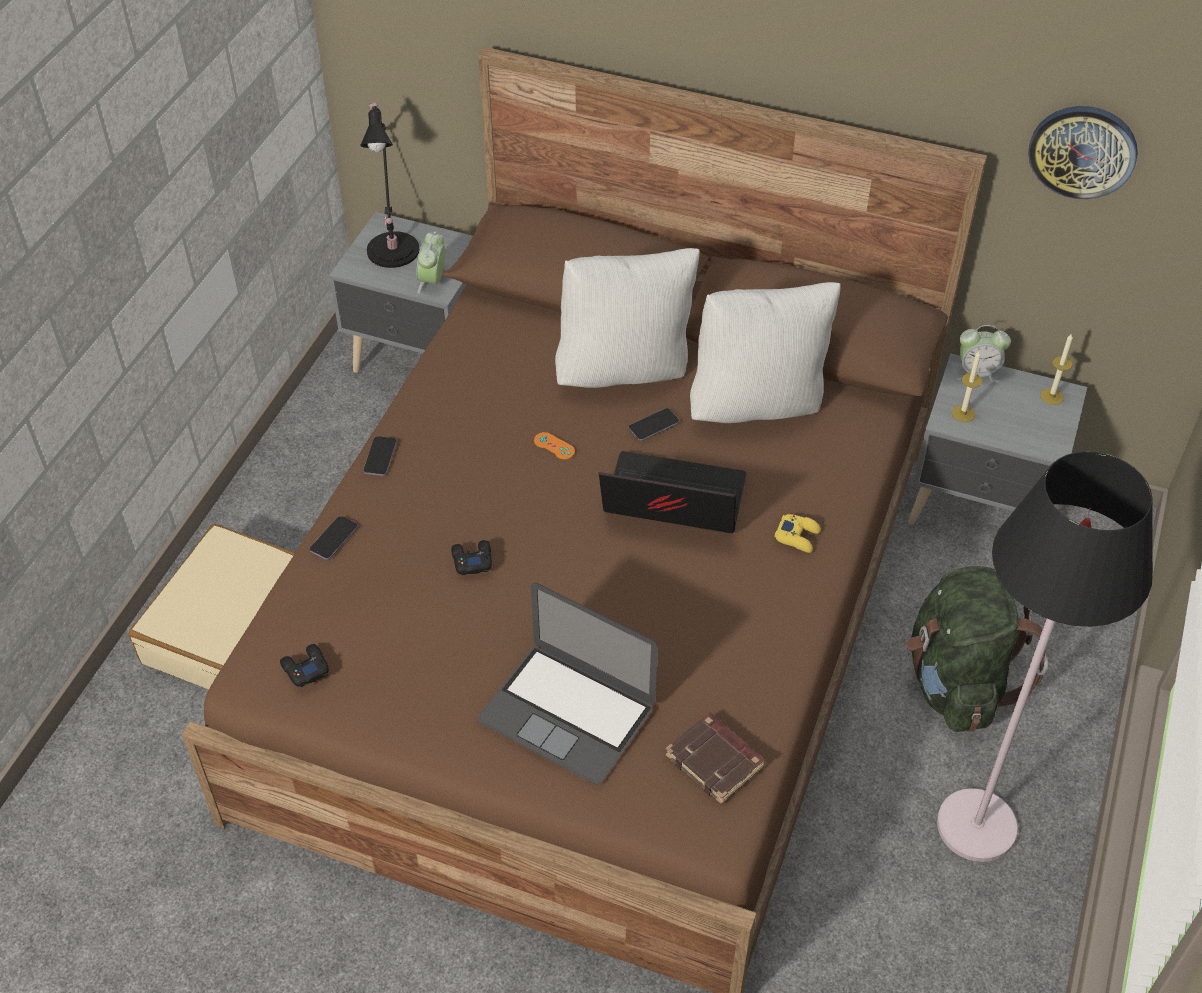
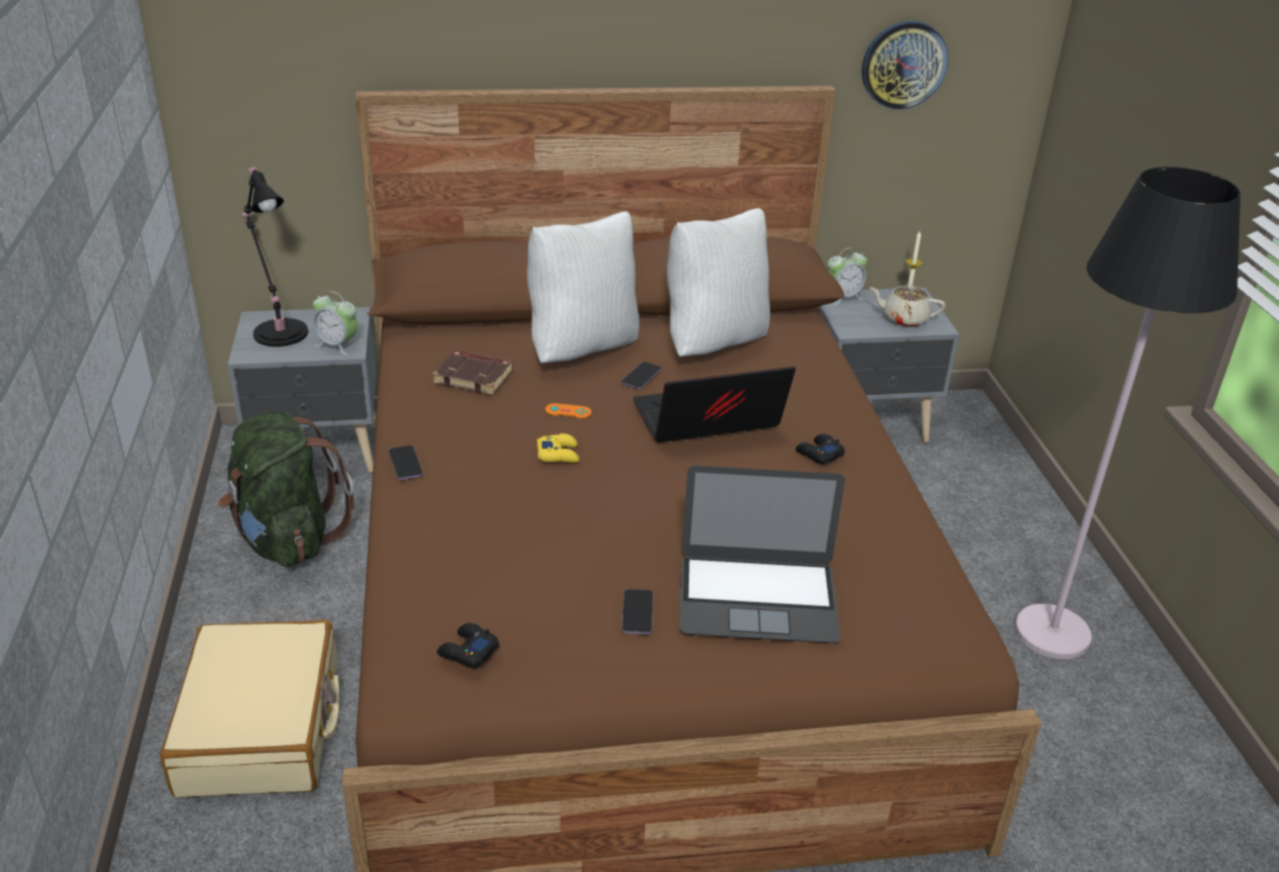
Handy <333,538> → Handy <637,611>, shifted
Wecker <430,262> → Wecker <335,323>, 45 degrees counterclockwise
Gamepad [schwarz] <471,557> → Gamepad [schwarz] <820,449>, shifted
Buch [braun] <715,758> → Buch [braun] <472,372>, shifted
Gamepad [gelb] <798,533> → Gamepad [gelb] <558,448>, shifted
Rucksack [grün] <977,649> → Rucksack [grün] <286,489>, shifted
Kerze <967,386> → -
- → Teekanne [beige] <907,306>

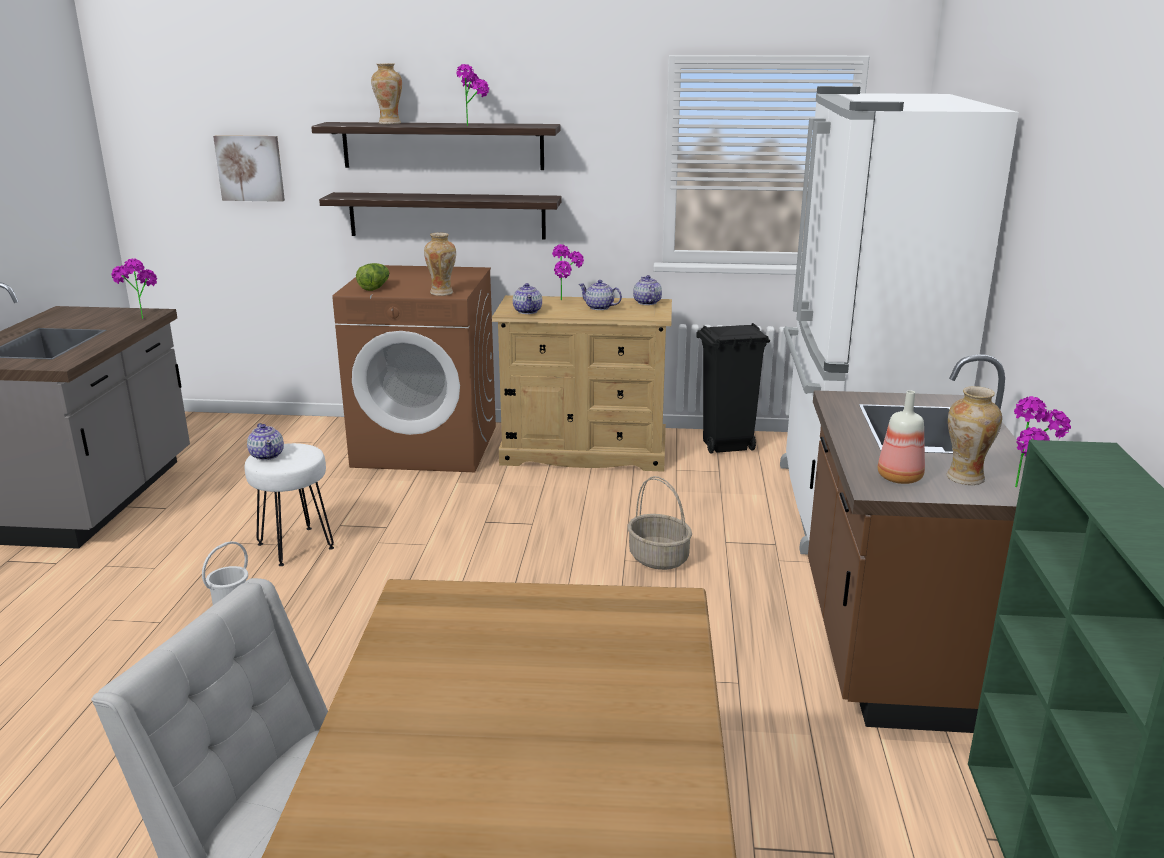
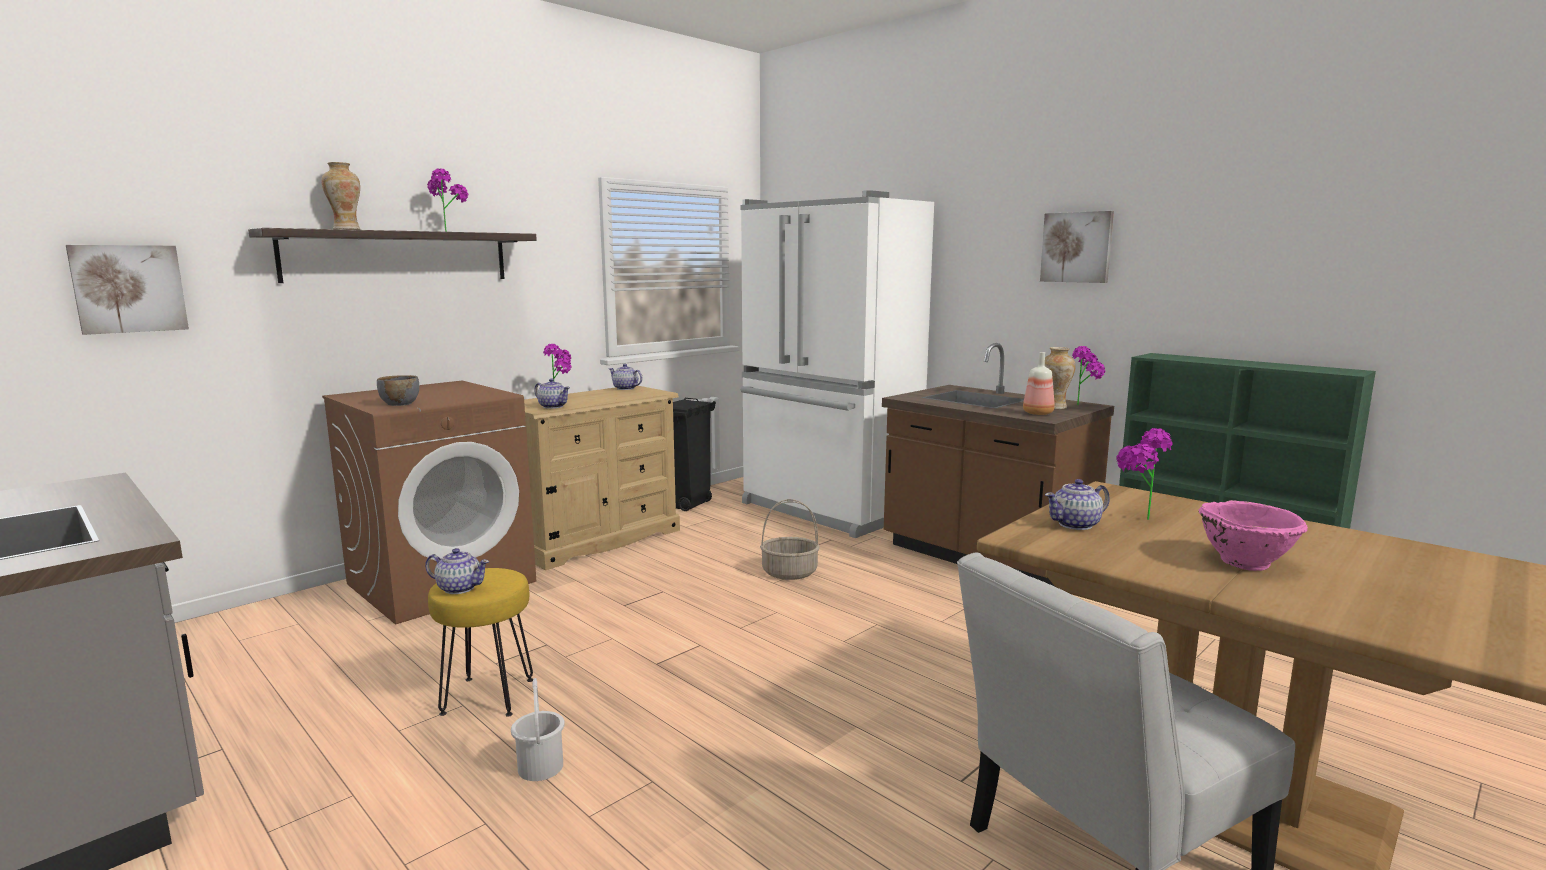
Topfpflanze <134,288> → Topfpflanze <1144,474>, shifted
Hocker [weiß] <289,504> → Hocker [gelb] <480,642>
Wandregal <440,215> → -
Salatkopf <372,277> → Schüssel [grau] <398,390>
Vase <440,264> → -
Teekanne <600,295> → Teekanne <1077,504>, shifted
- → Bild <1077,247>
- → Schüssel [rosa] <1253,535>

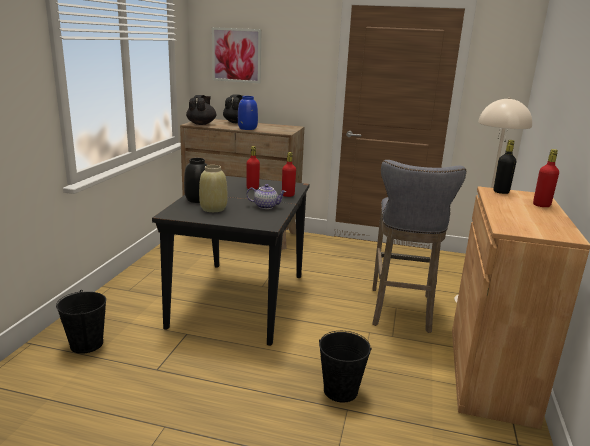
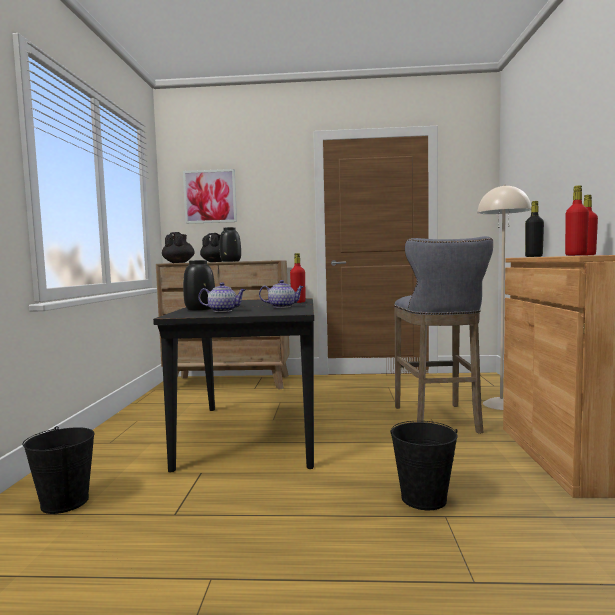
Vase [beige] <213,188> → Teekanne <222,297>
Vase [blau] <248,113> → Vase [schwarz] <230,244>
Flasche [rot] <253,168> → Flasche [rot] <577,220>, shifted

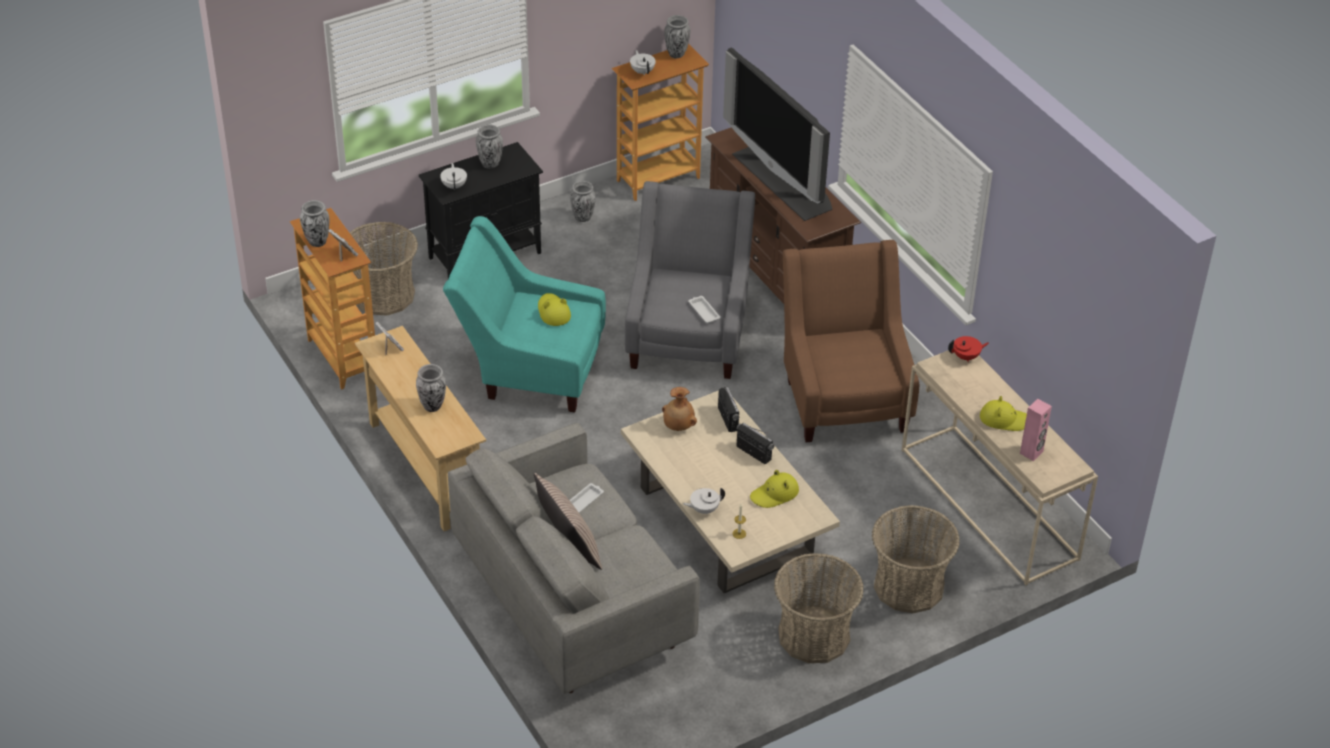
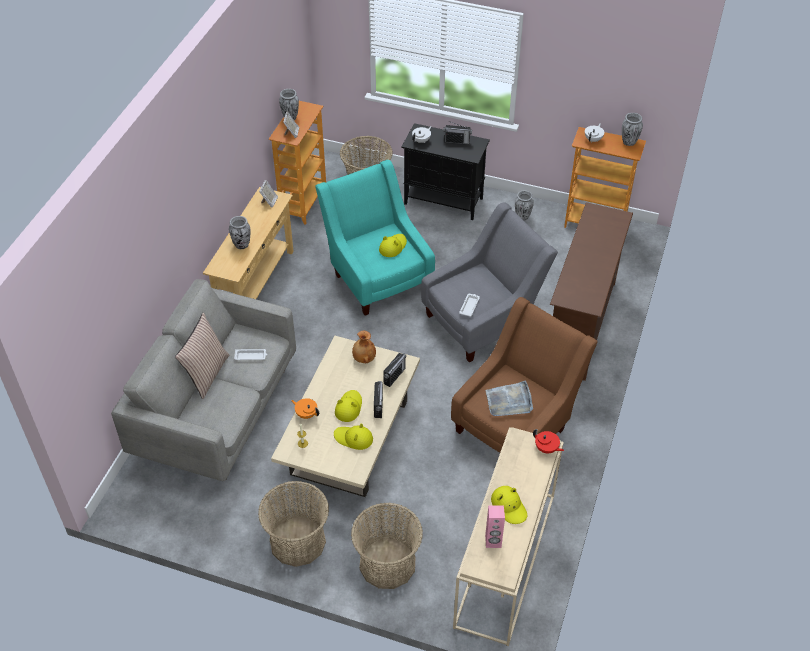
Vase <489,147> → Radio <457,133>
Teekanne [weiß] <704,501> → Teekanne [orange] <305,408>
Fernseher <777,134> → -
- → Hut [gelb] <348,406>
- → Tablett [grau] <509,398>

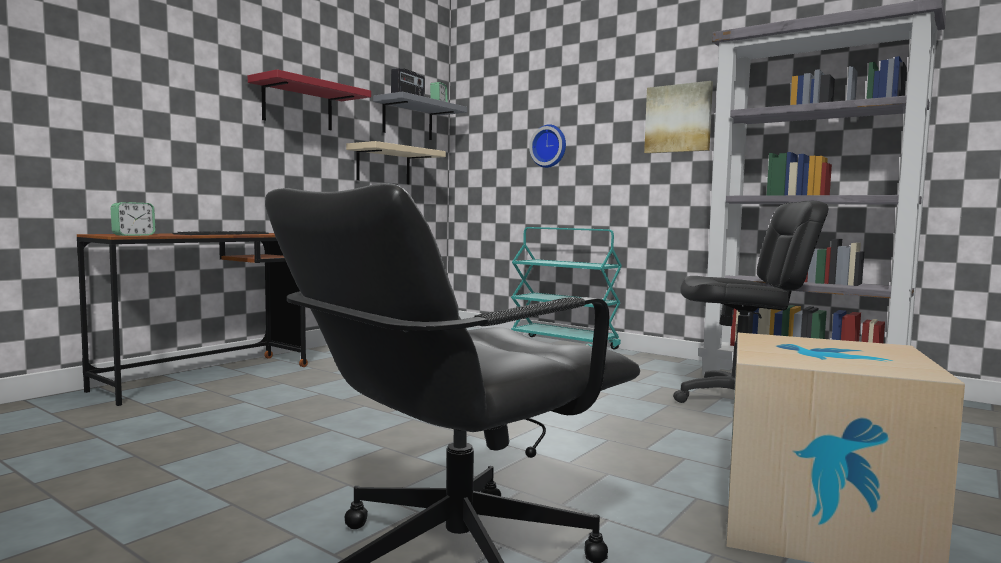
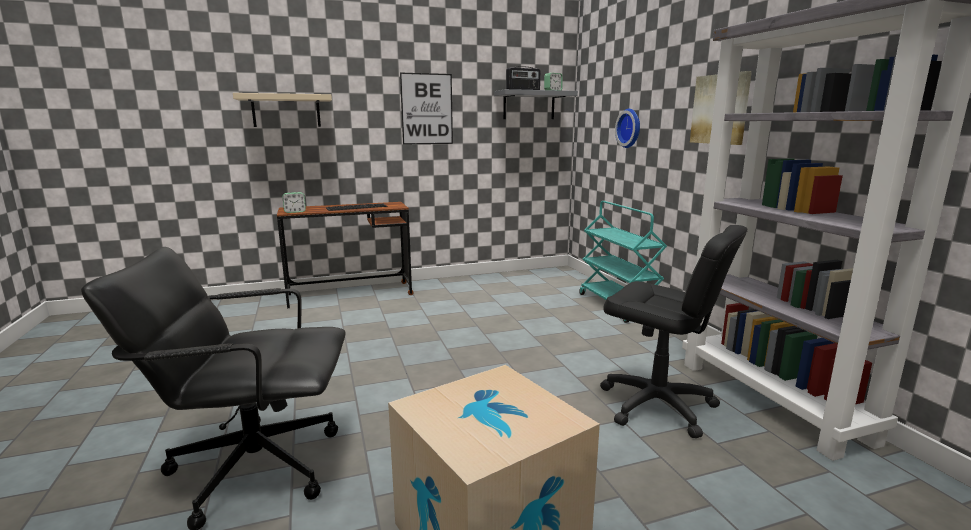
Wandregal [rot] <309,99> → Bild <426,108>
Wandregal [beige] <396,162> → Wandregal [beige] <282,110>, shifted

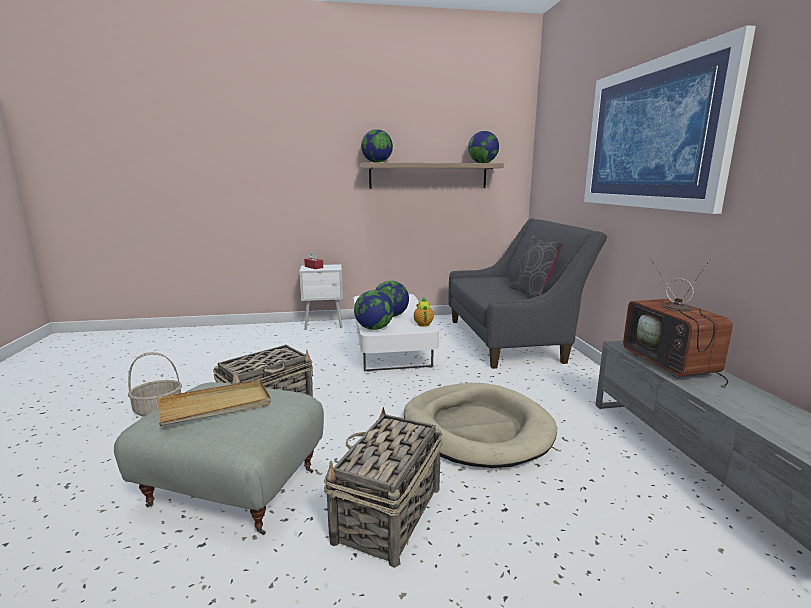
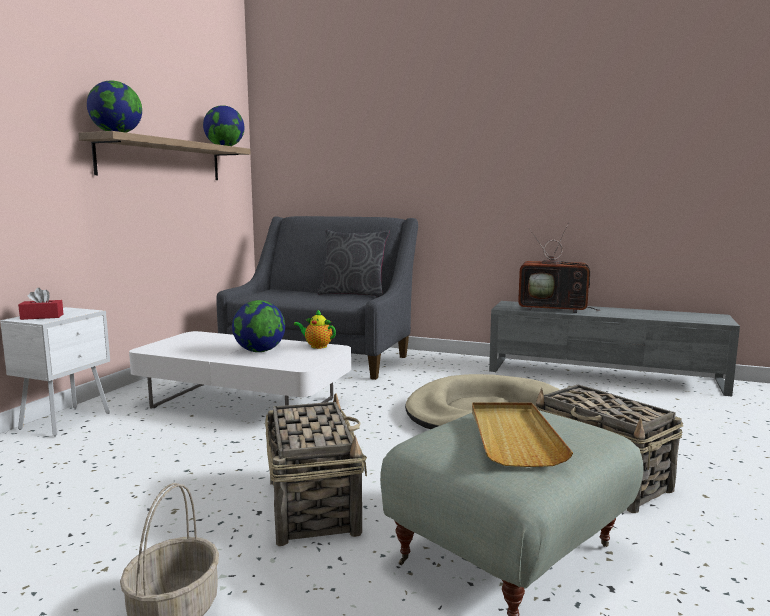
Globus <374,310> → -
Bild <670,119> → -

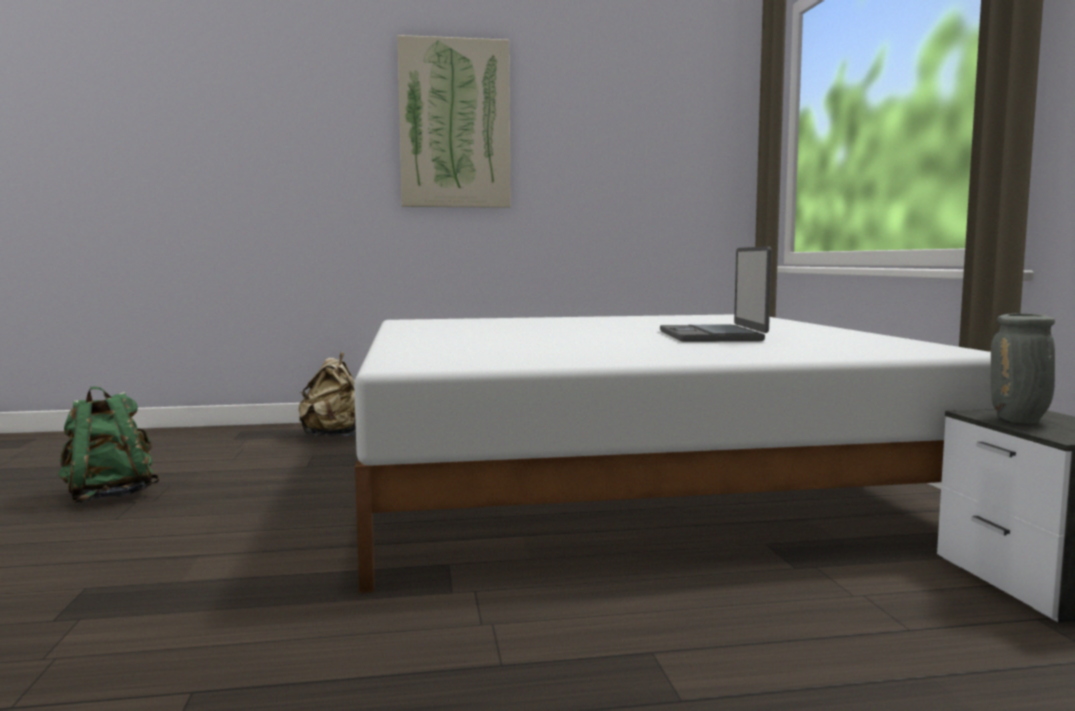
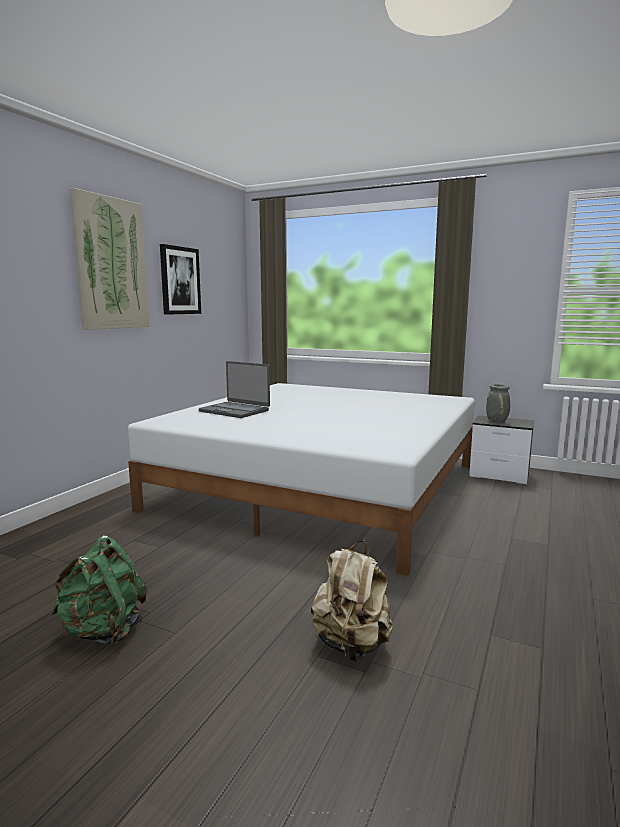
Rucksack [beige] <327,394> → Rucksack [beige] <352,600>, shifted
Laptop <716,294> → Laptop <234,389>, shifted
- → Bild <180,279>

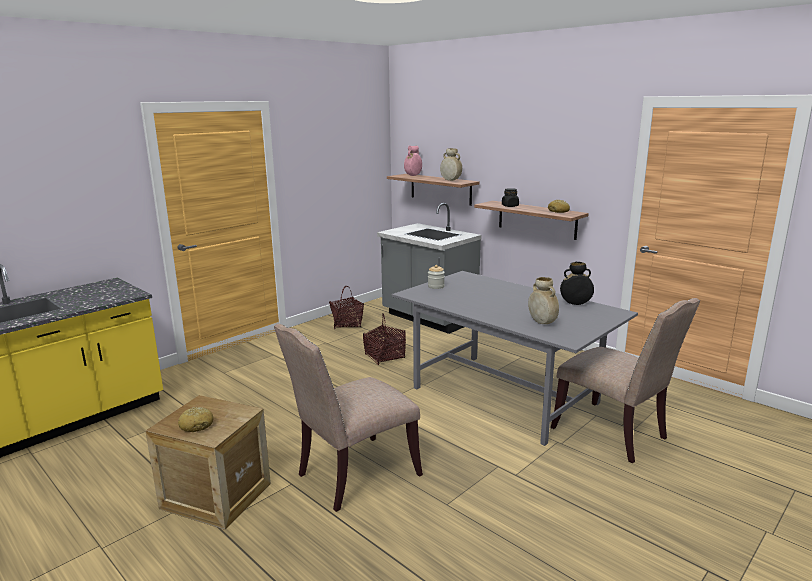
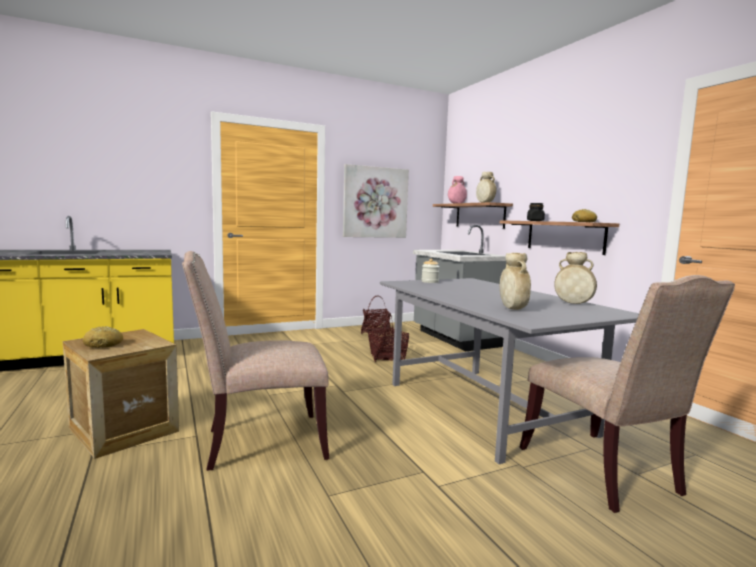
Vase [schwarz] <577,283> → Vase [beige] <575,278>
- → Bild <376,201>

